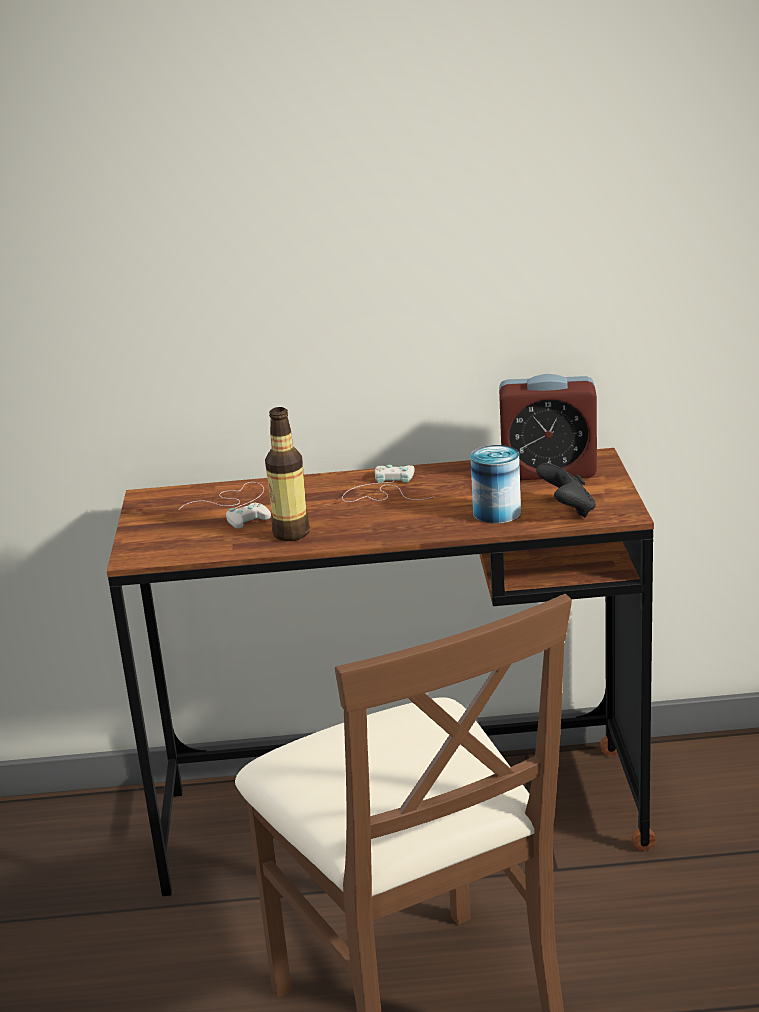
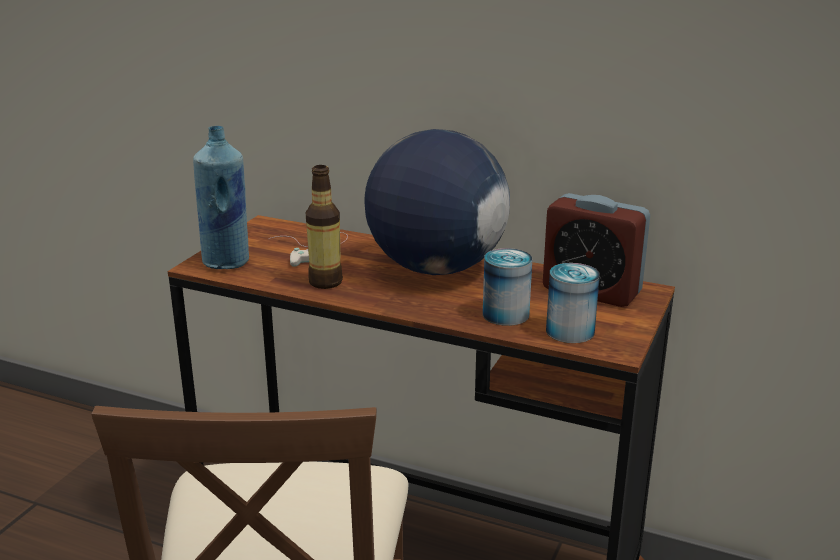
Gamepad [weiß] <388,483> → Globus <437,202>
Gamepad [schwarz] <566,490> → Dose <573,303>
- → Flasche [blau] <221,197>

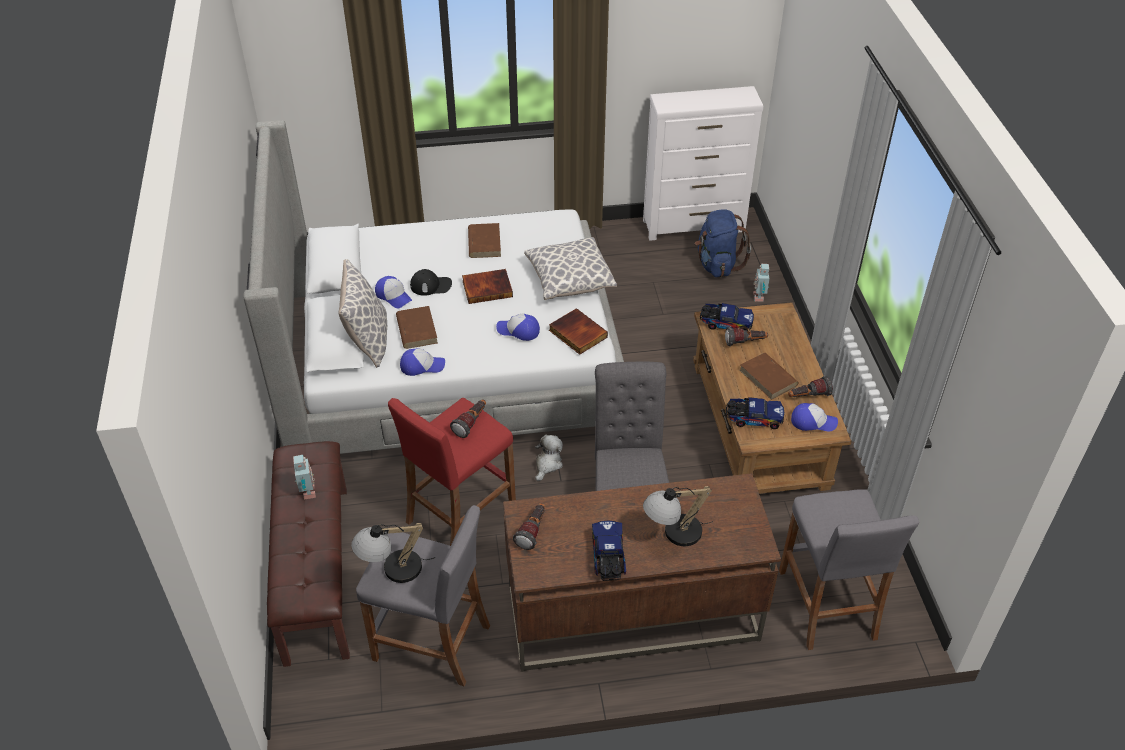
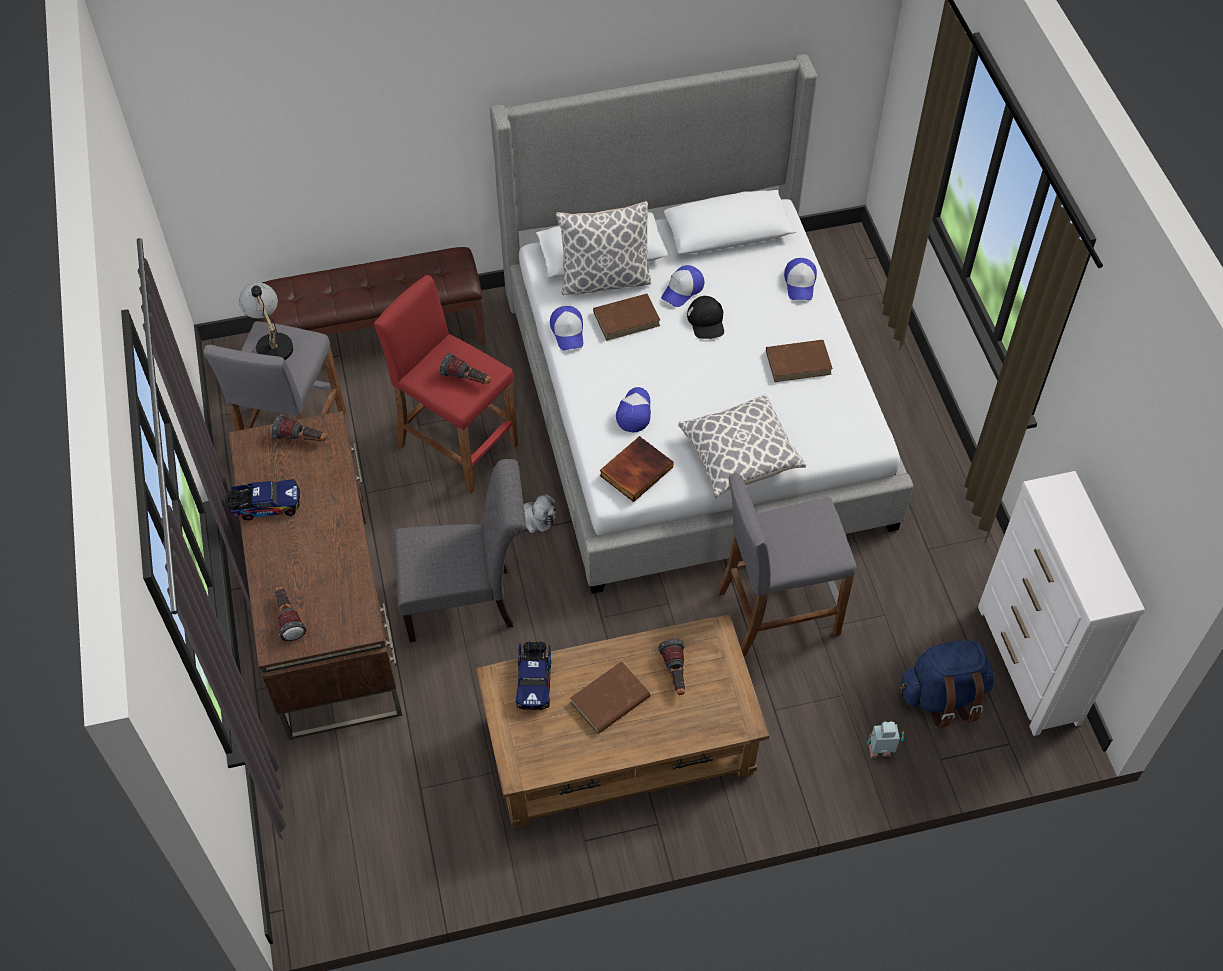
Spielzeugroboter <304,477> → -
Buch <487,286> → -
Tischlampe <678,516> → -
Spielzeuglaster <727,317> → -
Hocker [grau] <849,569> → Hocker [grau] <787,564>, shifted
Taschenlampe <810,386> → Taschenlampe <290,613>, shifted
Kappe <814,417> → Kappe <800,279>, shifted

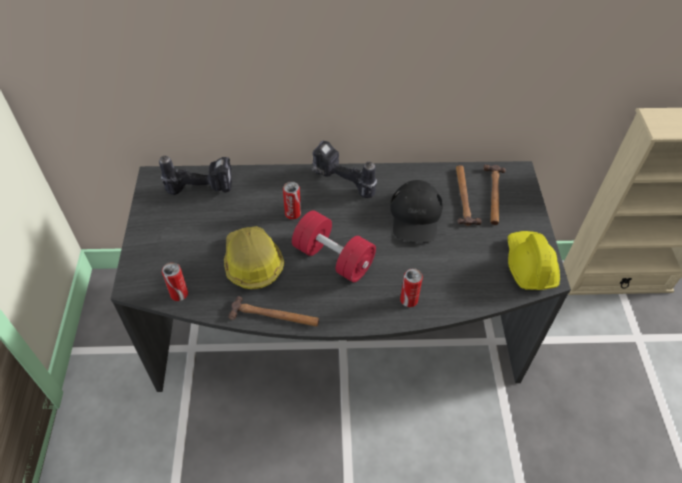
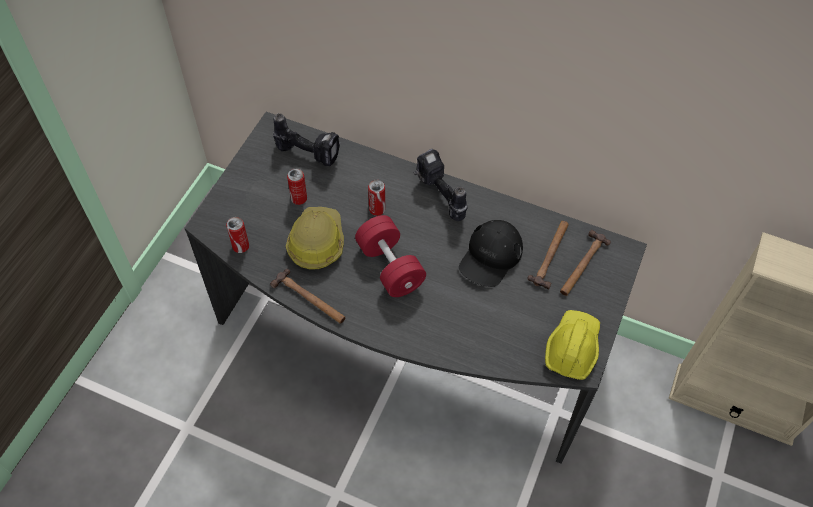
Dose <411,287> → Dose <297,187>, shifted

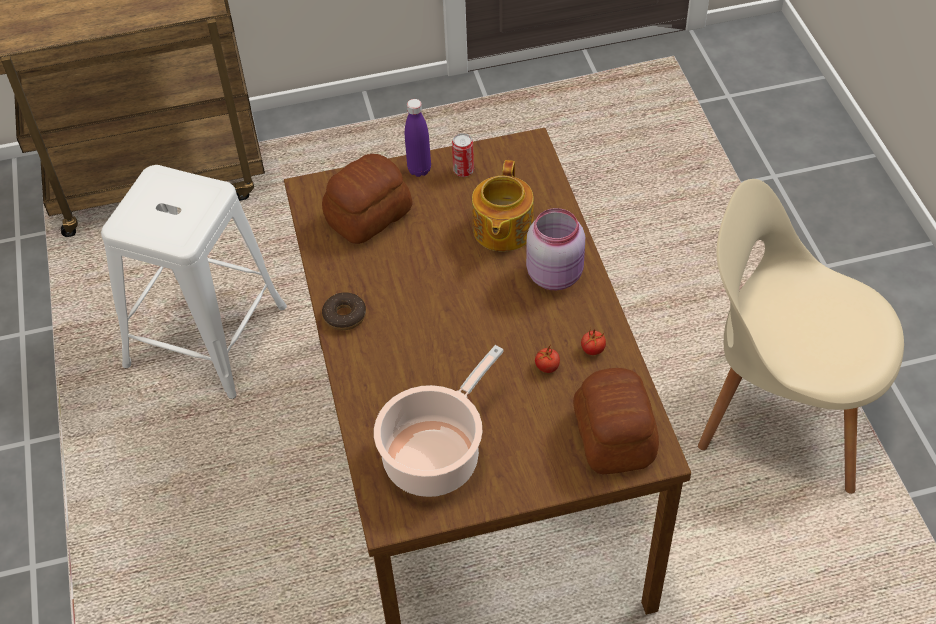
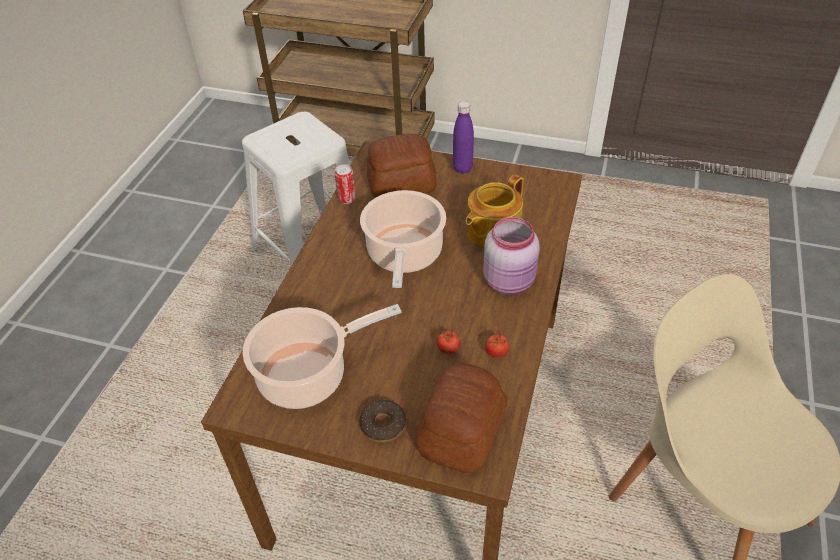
Donut <344,311> → Donut <382,421>, shifted
Dose <463,155> → Dose <345,184>, shifted
- → Kochtopf <403,239>

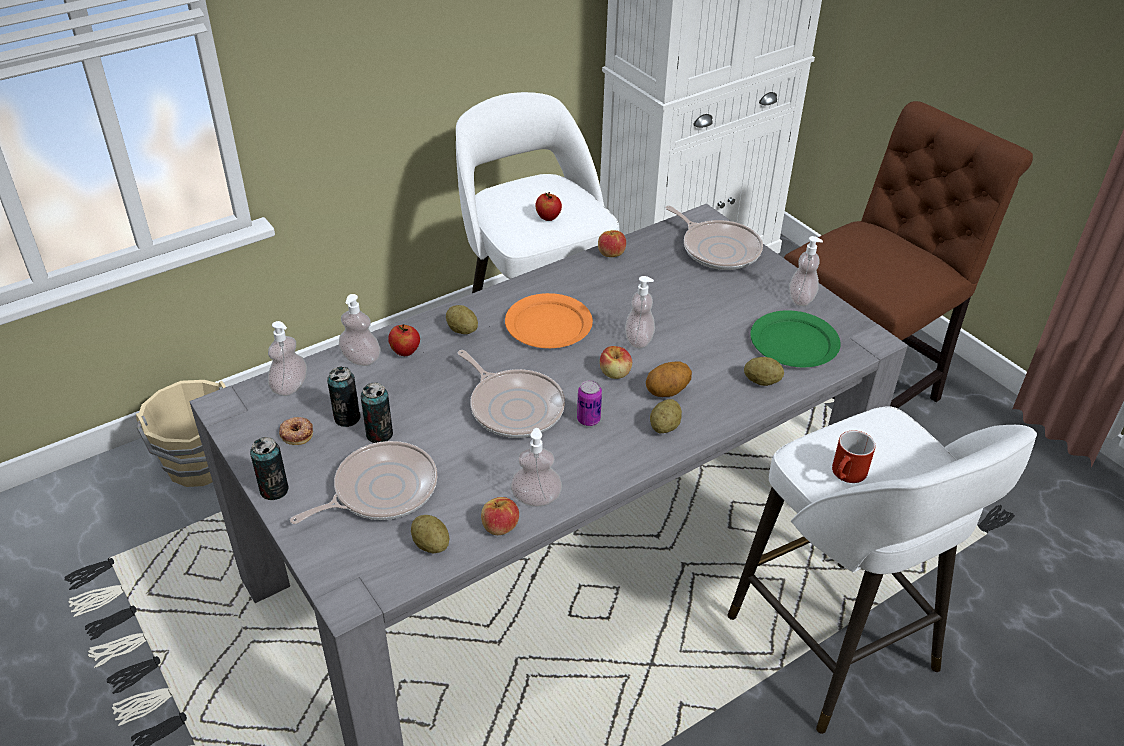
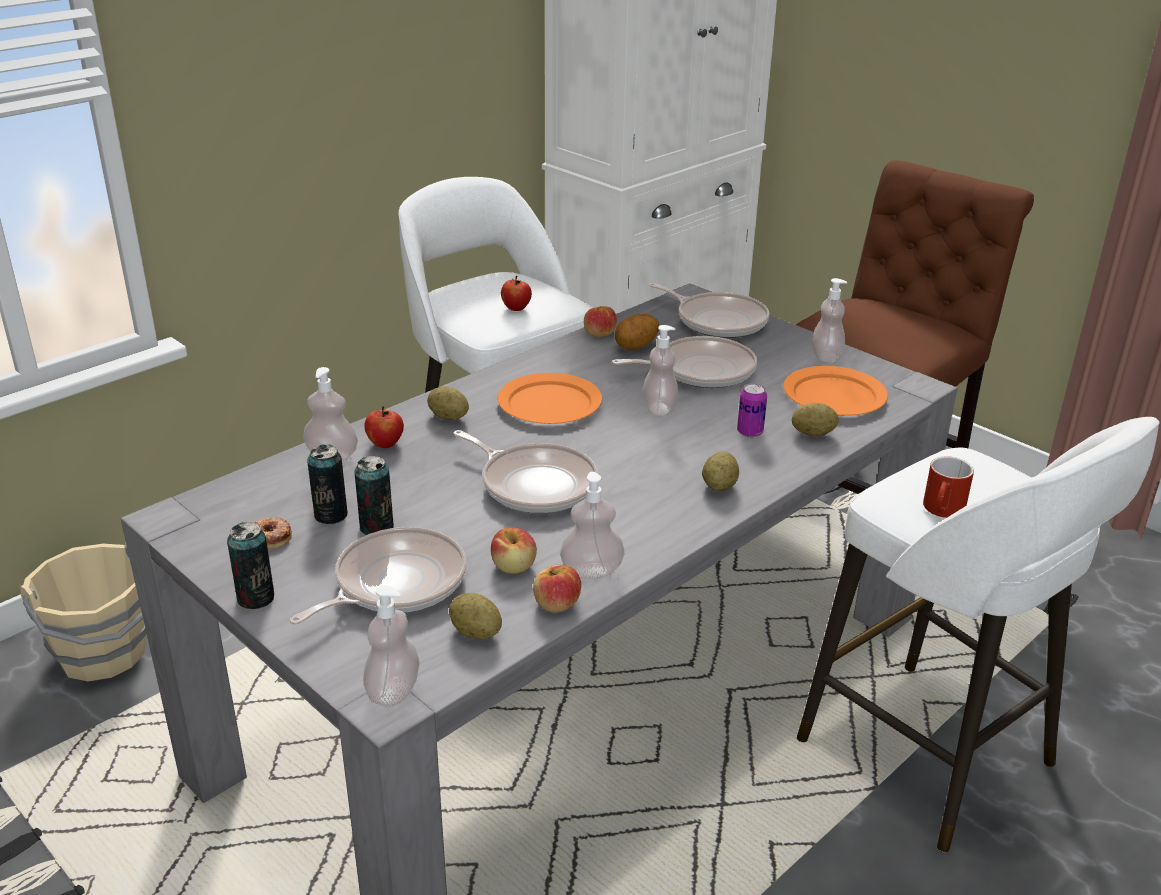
Seifenspender <287,358> → Seifenspender <391,646>, shifted
Dose <589,403> → Dose <752,410>, shifted
Apfel <616,362> → Apfel <514,551>, shifted
Kartoffel <669,379> → Kartoffel <637,332>, shifted
Teller [grün] <795,338> → Teller [orange] <836,391>
- → Pfanne <684,362>

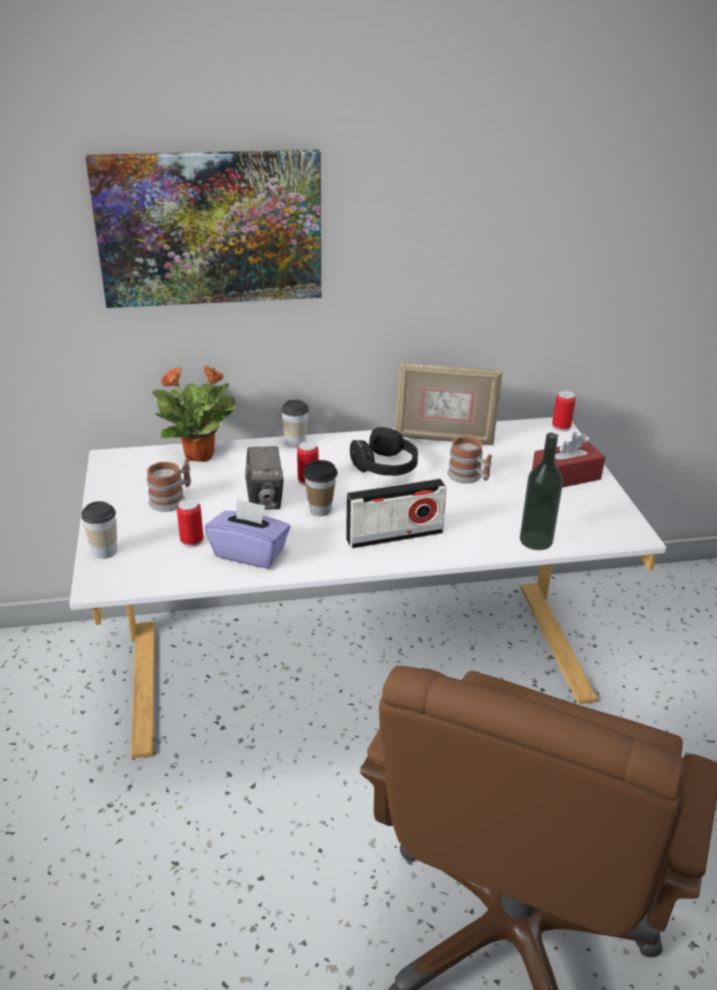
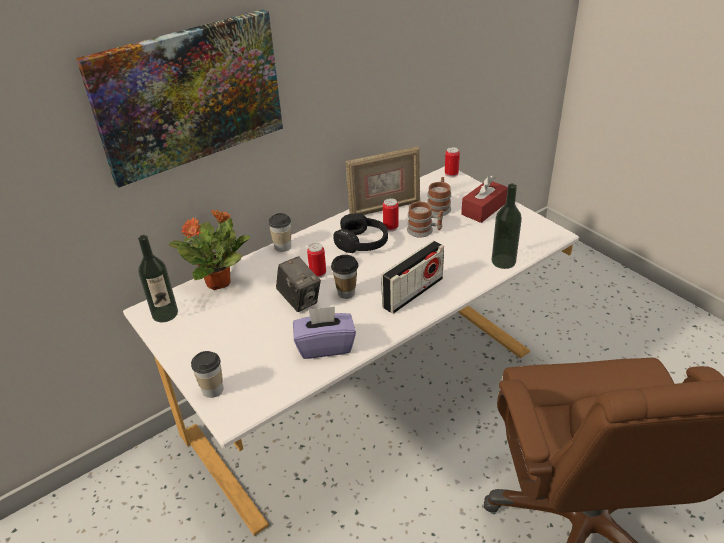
Henkelbecher <169,485> → Henkelbecher <439,196>, shifted
Dose <190,523> → Dose <391,215>, shifted
- → Flasche <158,278>

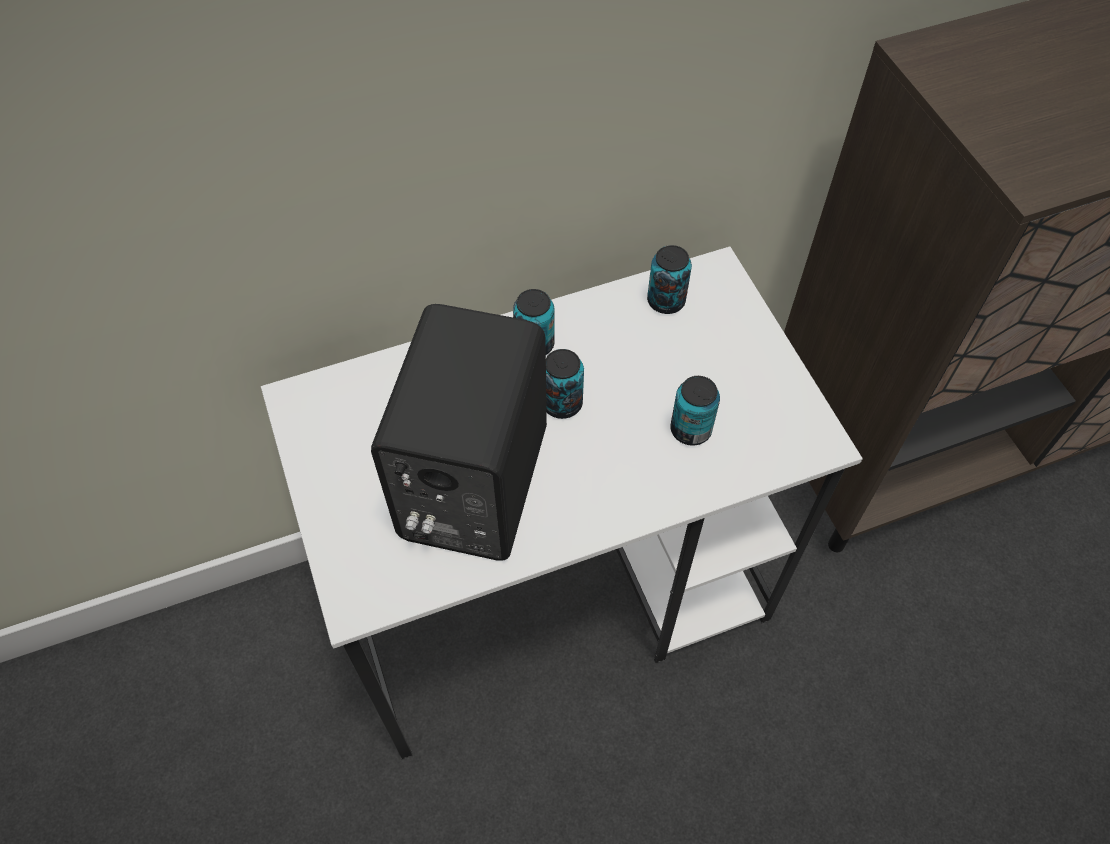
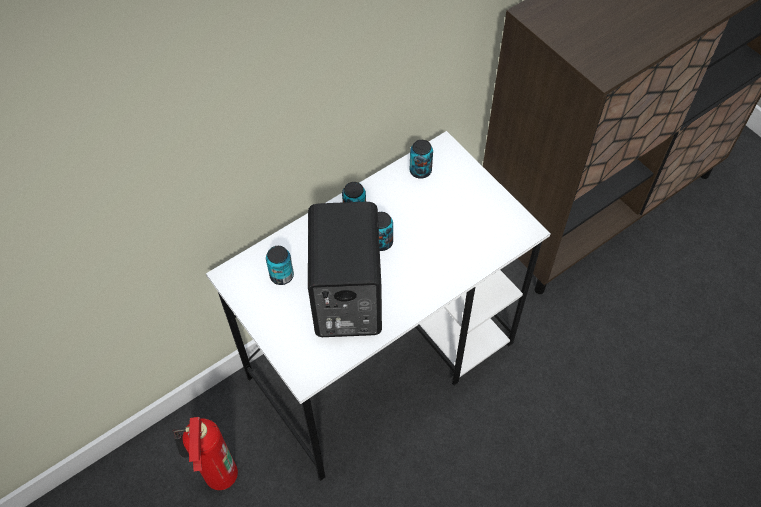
Dose <695,411> → Dose <280,265>, shifted
- → Feuerlöscher <205,453>

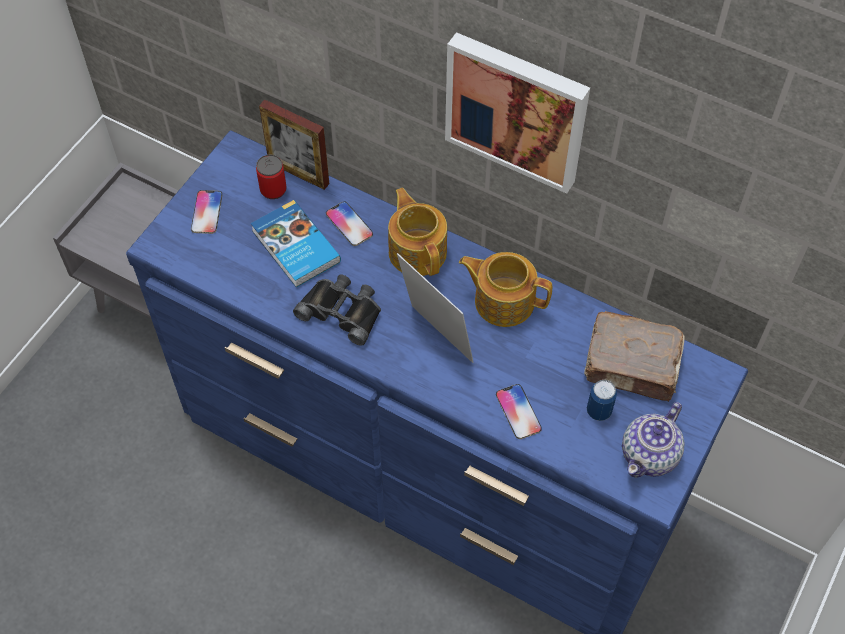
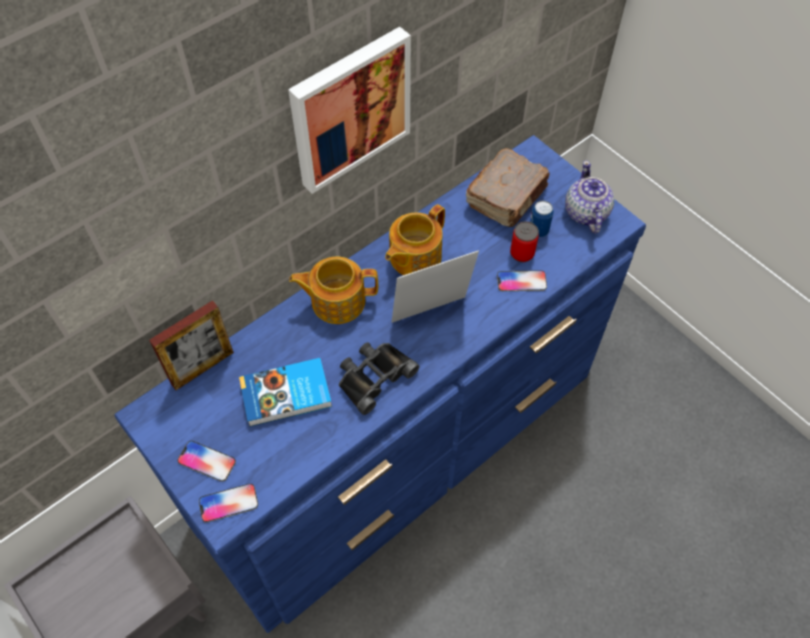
Dose <271,177> → Dose <524,241>, shifted
Handy <349,223> → Handy <228,503>, shifted
Teekanne <653,440> → Teekanne <589,197>, 150 degrees counterclockwise

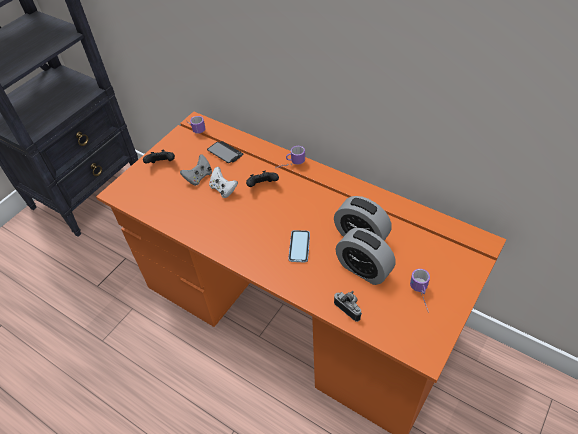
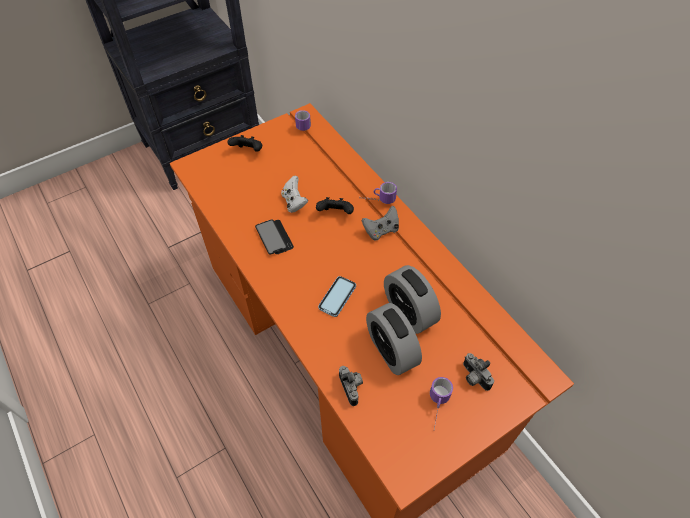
Gamepad [grau] <196,170> → Gamepad [grau] <380,223>, shifted
Handy <225,152> → Handy <274,237>, shifted
- → Kamera <478,372>

